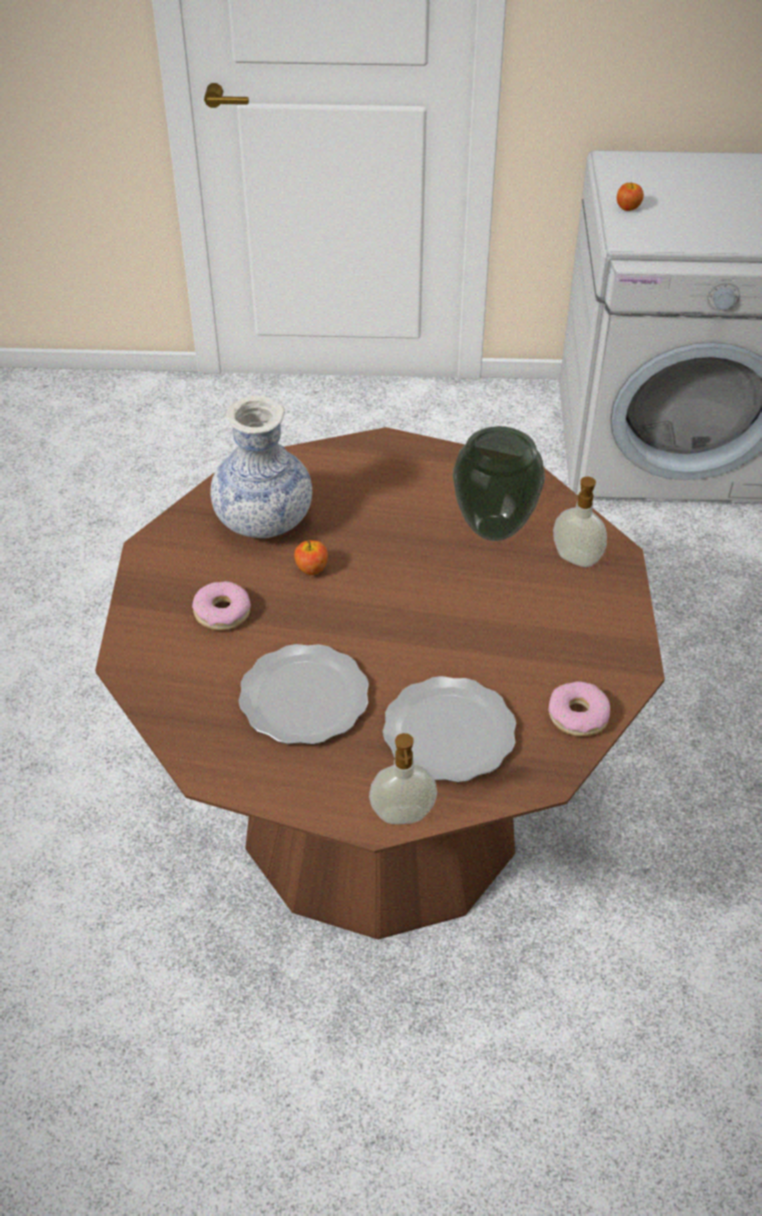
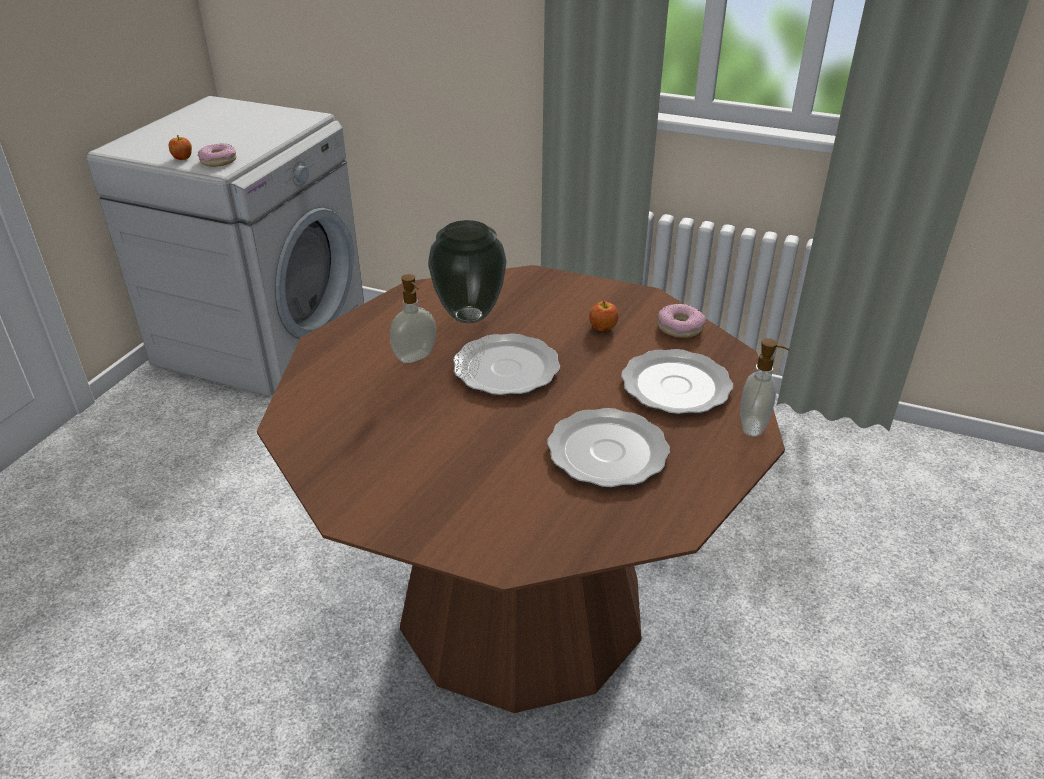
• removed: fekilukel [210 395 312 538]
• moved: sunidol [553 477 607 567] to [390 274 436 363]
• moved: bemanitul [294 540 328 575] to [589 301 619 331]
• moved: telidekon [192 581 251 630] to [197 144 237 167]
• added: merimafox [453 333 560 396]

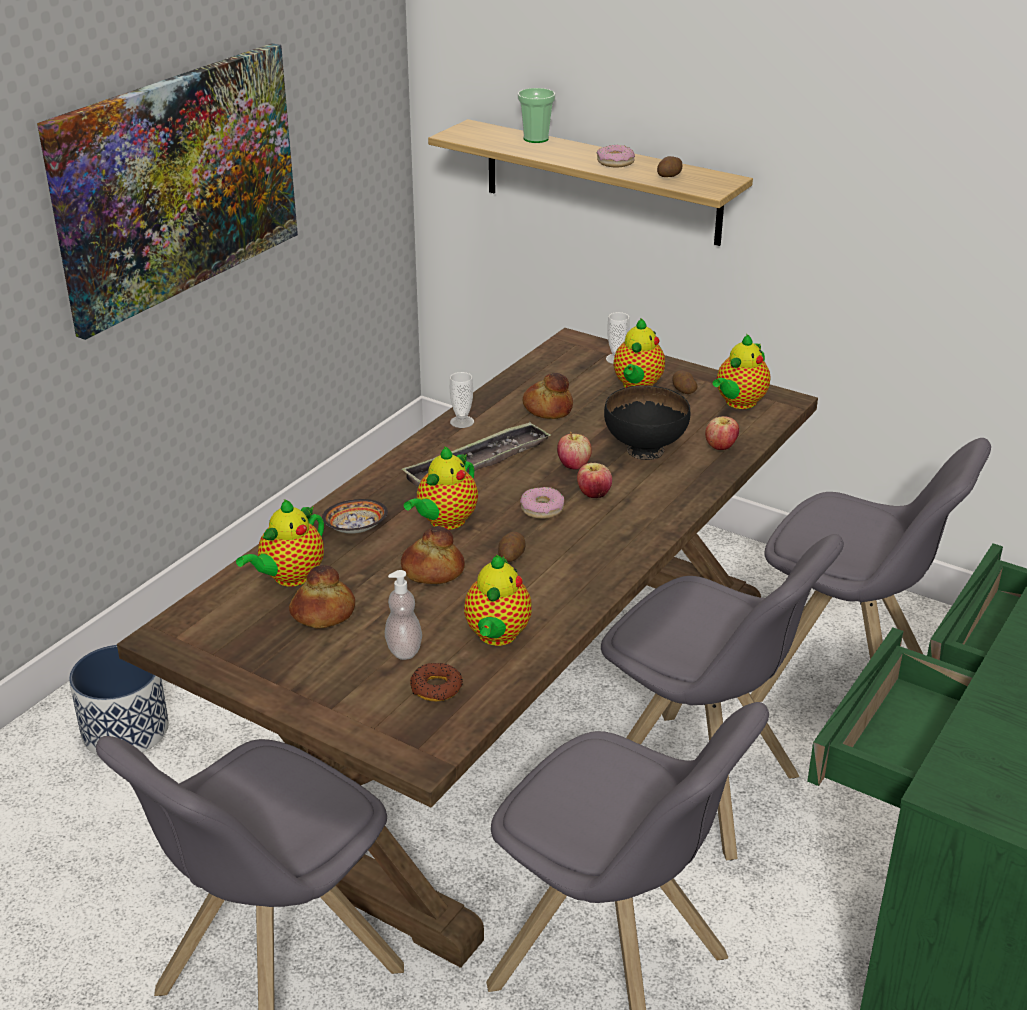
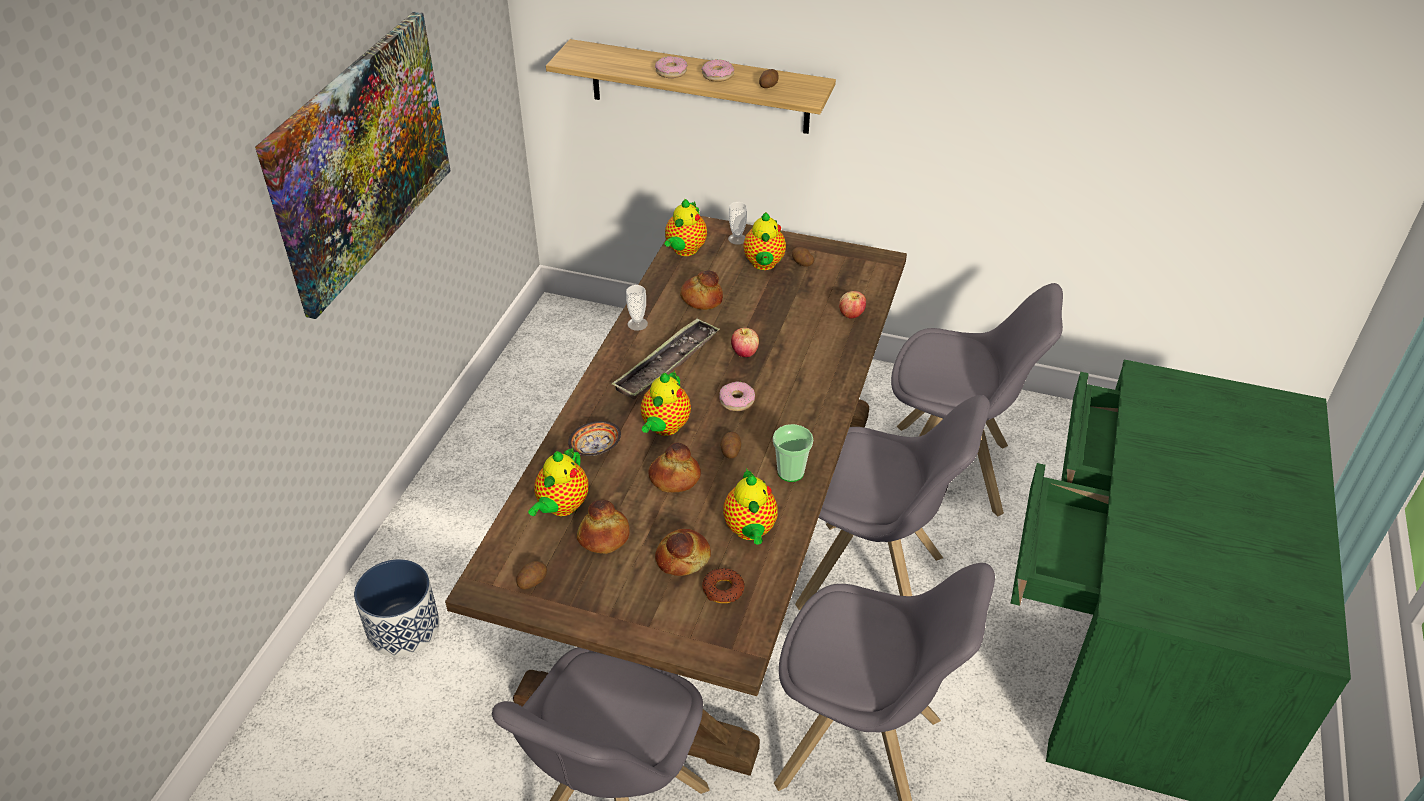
• moved: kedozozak [518 88 555 143] to [773 424 813 482]
• moved: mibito [713 334 770 409] to [664 199 707 256]
• removed: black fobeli [604 385 690 460]
• removed: bemanitul [577 463 612 498]
• replaced: sunidol [385 570 422 660] to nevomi [655 529 711 576]
• added: telidekon [655 56 687 78]
• added: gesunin [516 561 547 590]

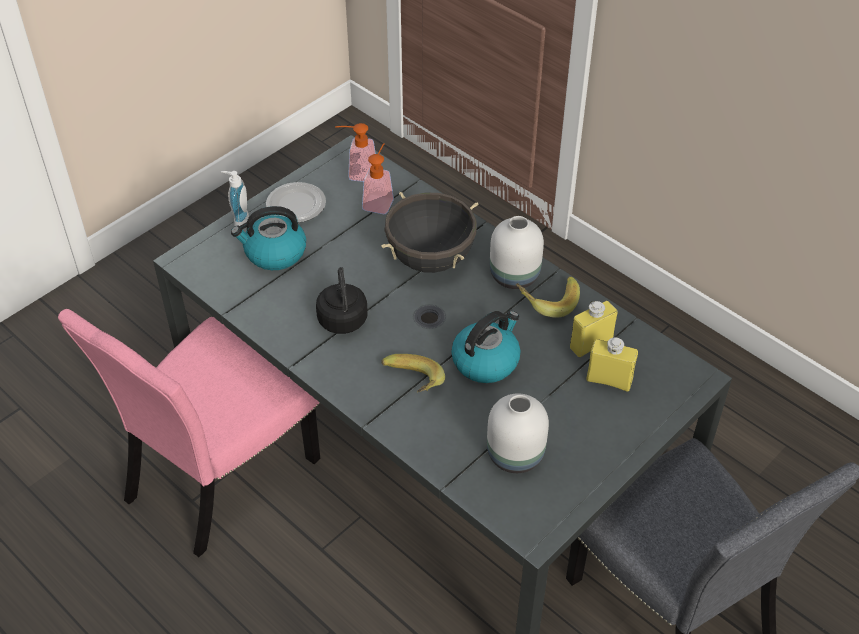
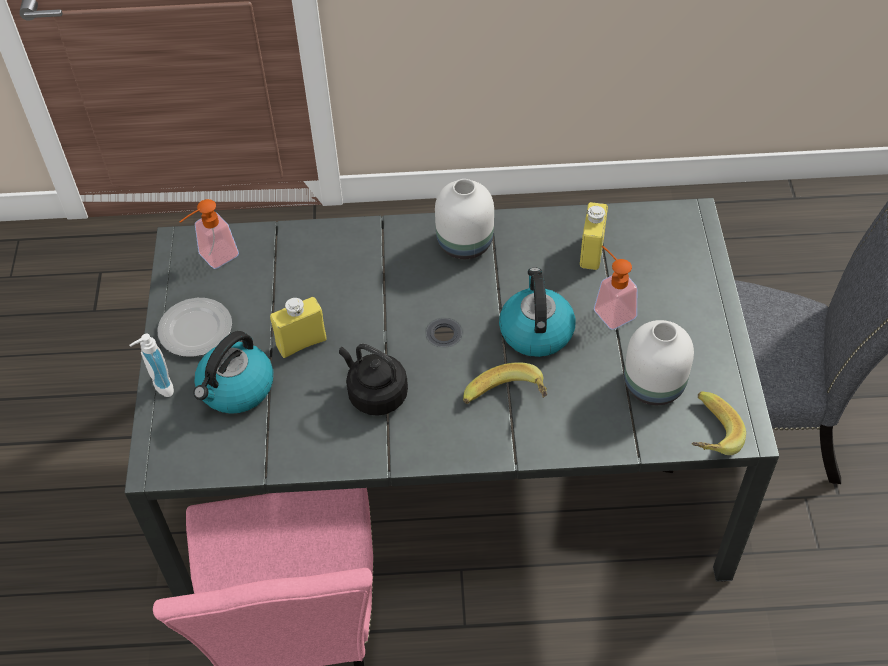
• moved: sunidol [362 143 394 214] to [594 246 637 330]
• removed: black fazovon [381 192 479 273]
• moved: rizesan [516 276 580 318] to [691 392 746 455]
• moved: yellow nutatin [586 337 638 392] to [270 297 327 358]

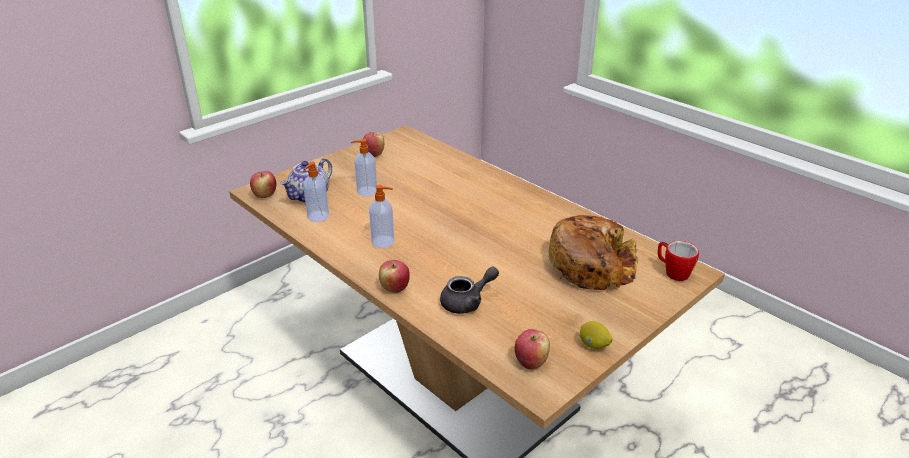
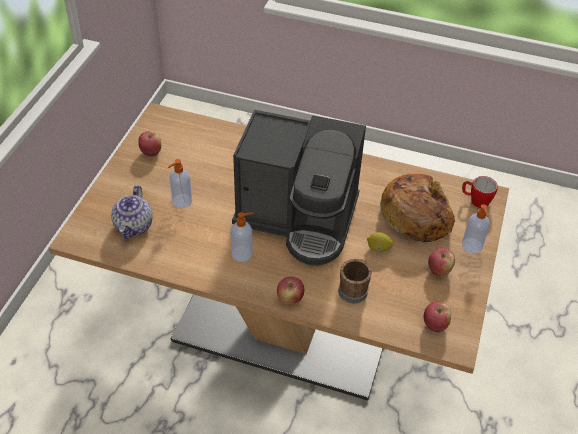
• moved: sunidol [303 162 329 222] to [462 204 490 253]
• moved: bemanitul [250 171 276 198] to [428 248 455 277]
• replaced: grey mibito [440 267 499 314] to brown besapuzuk [338 259 372 304]
• moved: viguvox [580 321 613 349] to [367 232 394 252]
• added: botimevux [232 110 366 266]

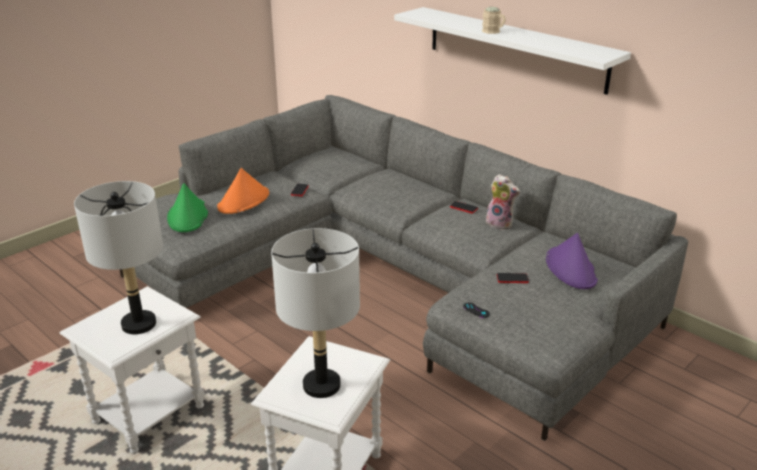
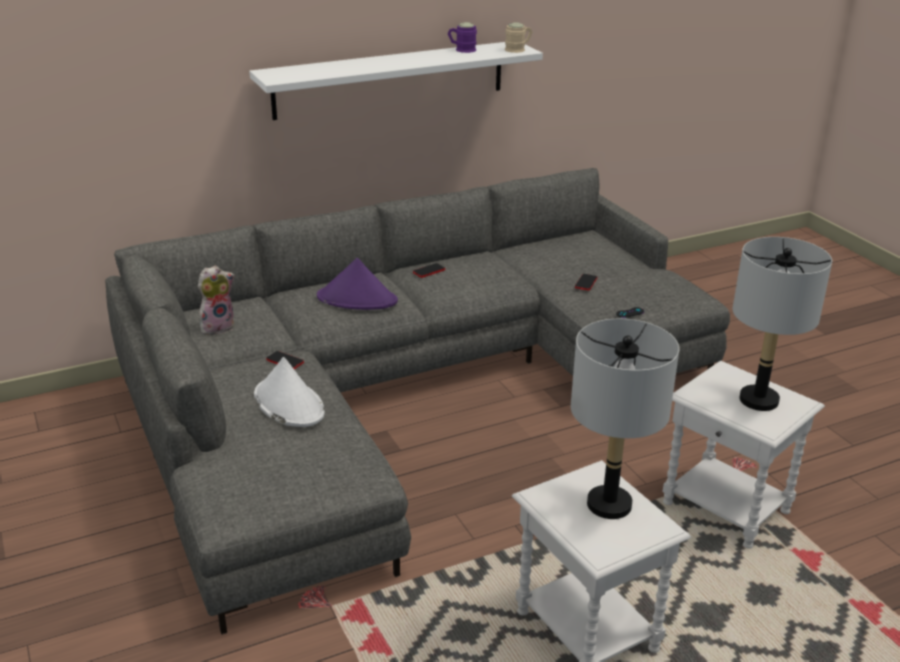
• moved: beige besapuzuk [482 7 506 34] to [505 22 533 53]
• recoloured: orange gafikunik [217 168 269 214] to white gafikunik [254 357 325 427]
• moved: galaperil [484 174 520 230] to [198 265 235 335]
• removed: green gafikunik [167 183 208 232]
• moved: purple gafikunik [546 233 598 289] to [317 258 398 310]
• added: purple besapuzuk [448 22 477 53]

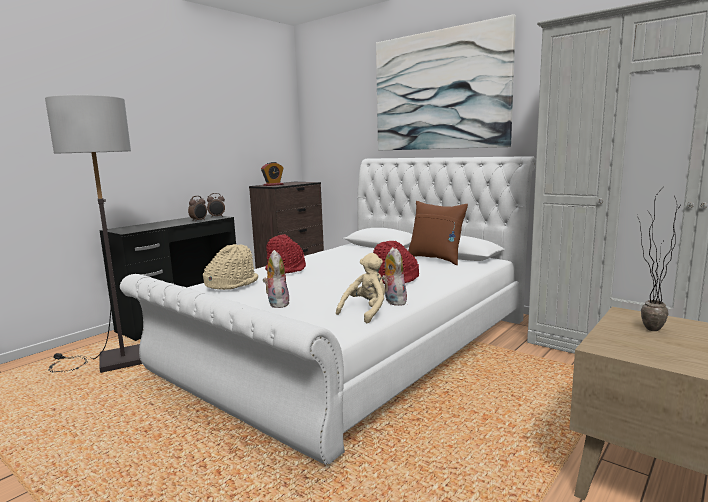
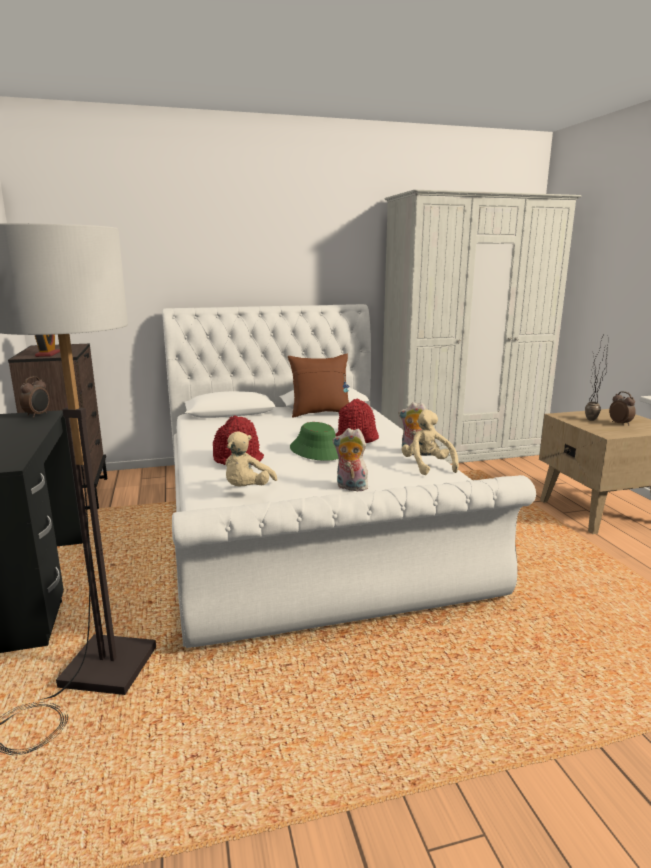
• removed: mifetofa [376 14 516 151]
• moved: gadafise [188 196 207 222] to [609 391 636 426]
• replaced: beige gafikunik [203 244 258 290] to beige galaperil [225 432 277 486]
• added: green gafikunik [290 422 338 461]

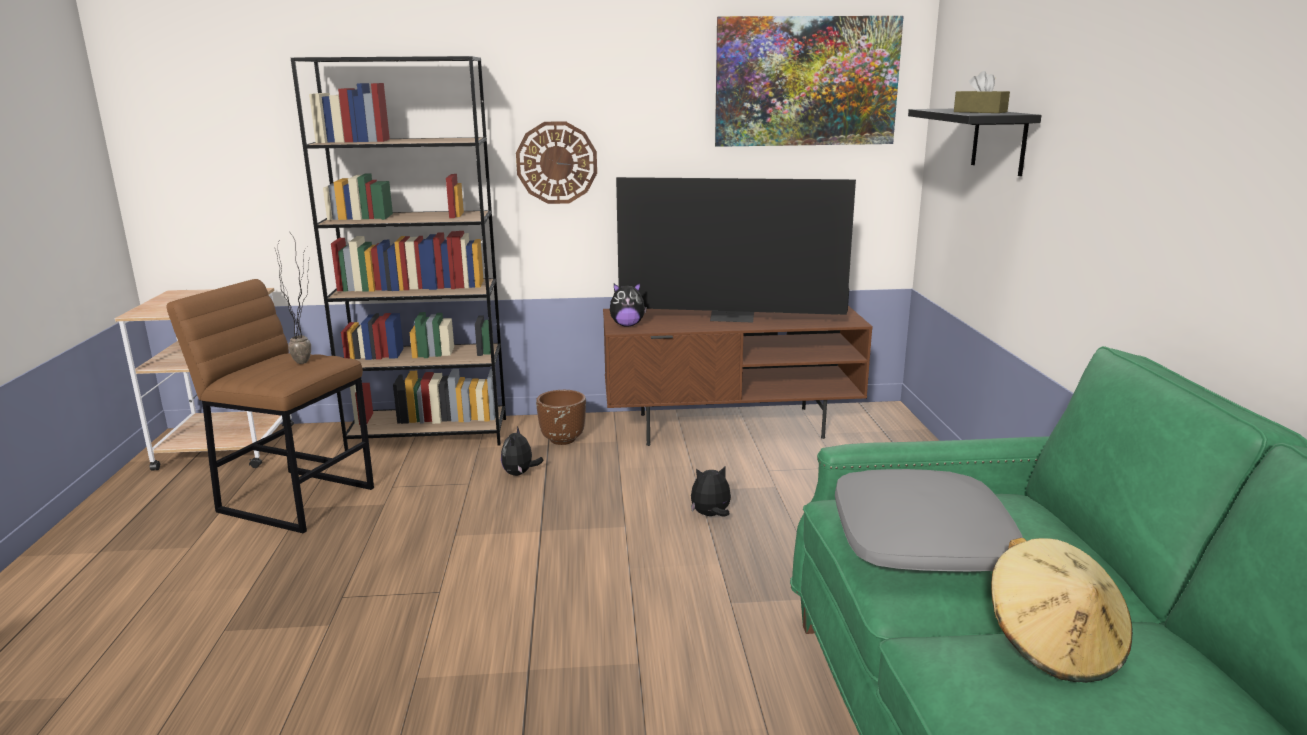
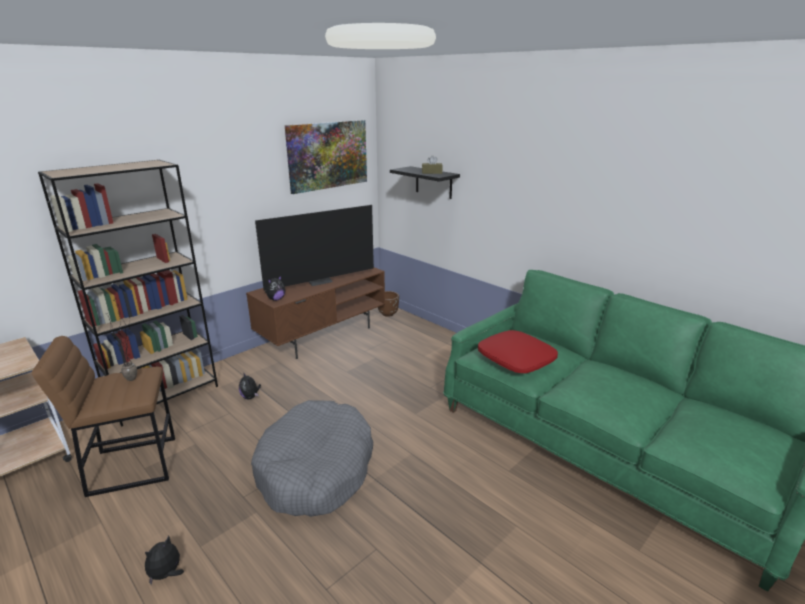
• removed: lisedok [516 121 597 204]
• moved: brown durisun [536 390 586 445] to [378 291 399 317]
• moved: galaperil [691 465 731 517] to [145 535 184 585]
• recoloured: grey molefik [835 469 1023 572] to red molefik [478 330 558 373]
• removed: beige gafikunik [991 538 1133 683]
• added: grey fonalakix [251 400 373 517]

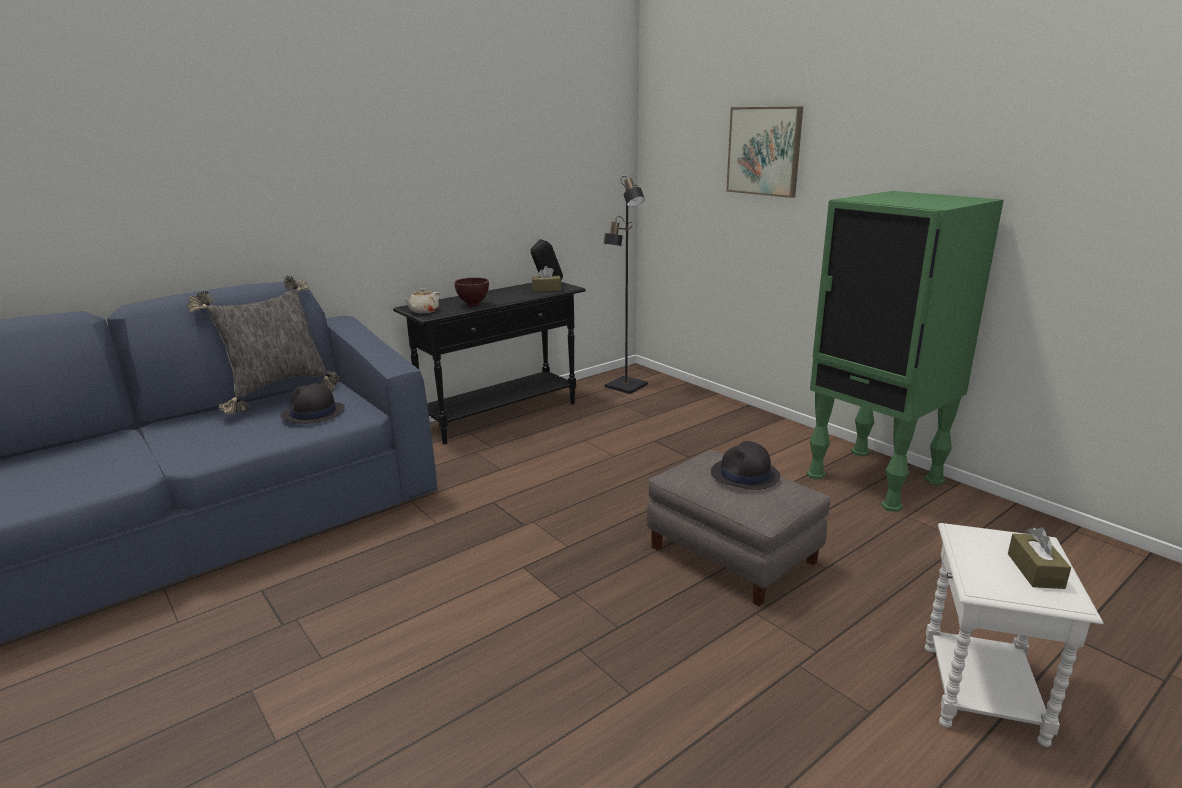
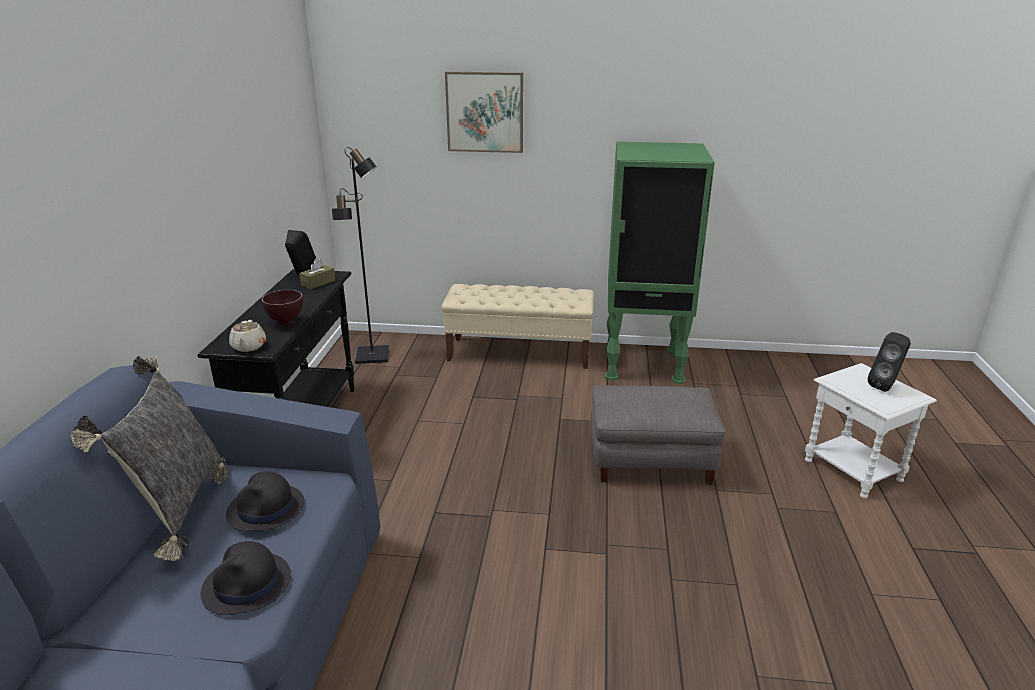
• moved: black gafikunik [711 441 780 490] to [201 541 291 615]
• replaced: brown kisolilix [1008 527 1071 589] to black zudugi [867 332 911 392]
• added: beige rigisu [441 284 594 369]

